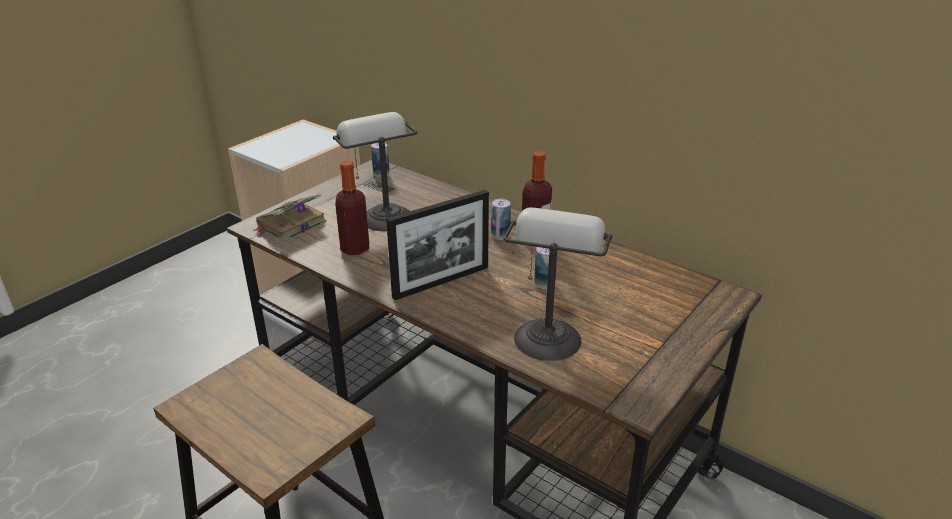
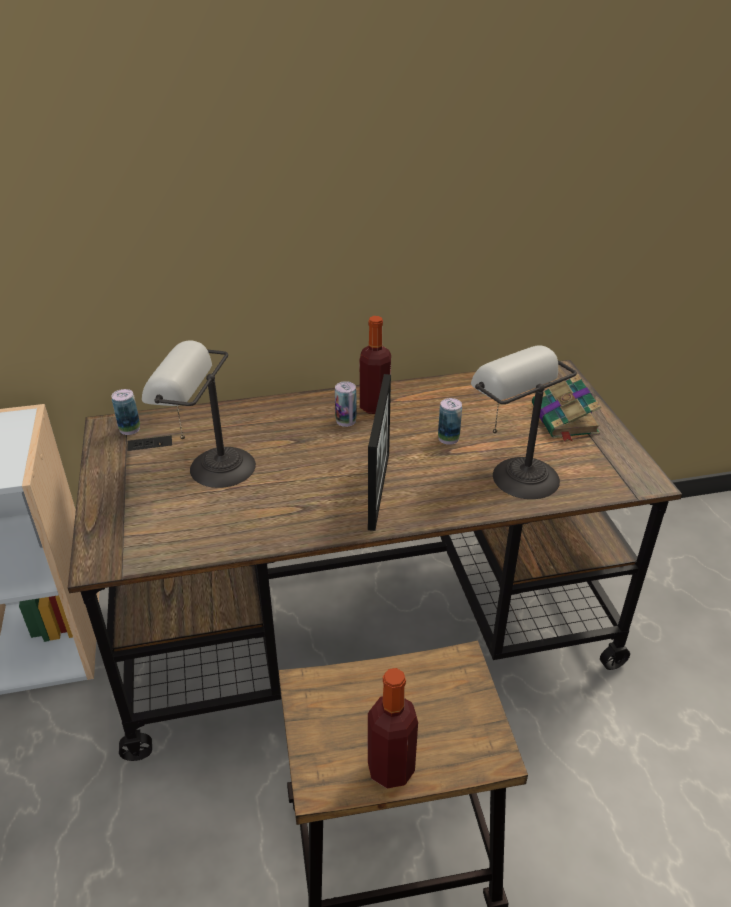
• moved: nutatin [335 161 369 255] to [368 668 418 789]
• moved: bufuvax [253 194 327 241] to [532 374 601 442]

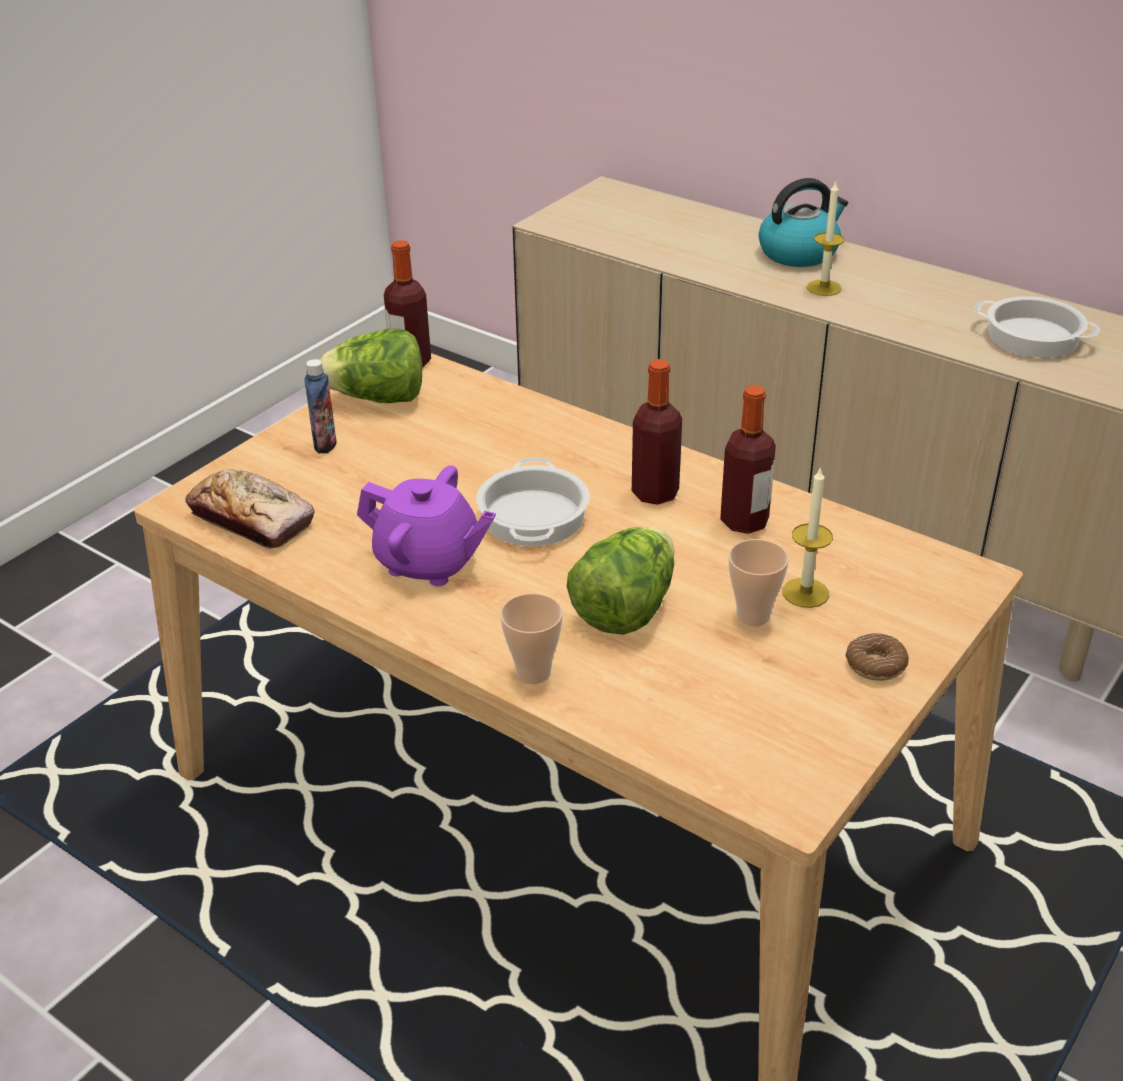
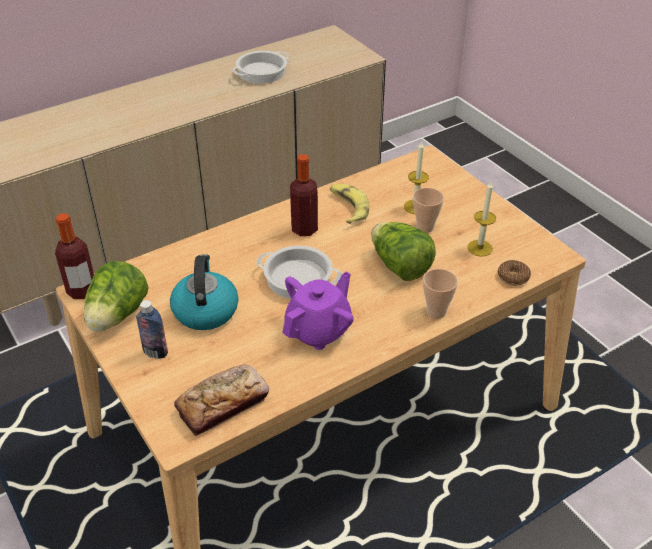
• moved: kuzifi [759 178 848 267] to [170 254 238 330]
• moved: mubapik [807 180 845 296] to [467 182 496 257]
• replaced: nutatin [720 385 776 534] to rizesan [330 184 369 224]
• moved: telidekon [846 633 909 681] to [498 260 531 286]

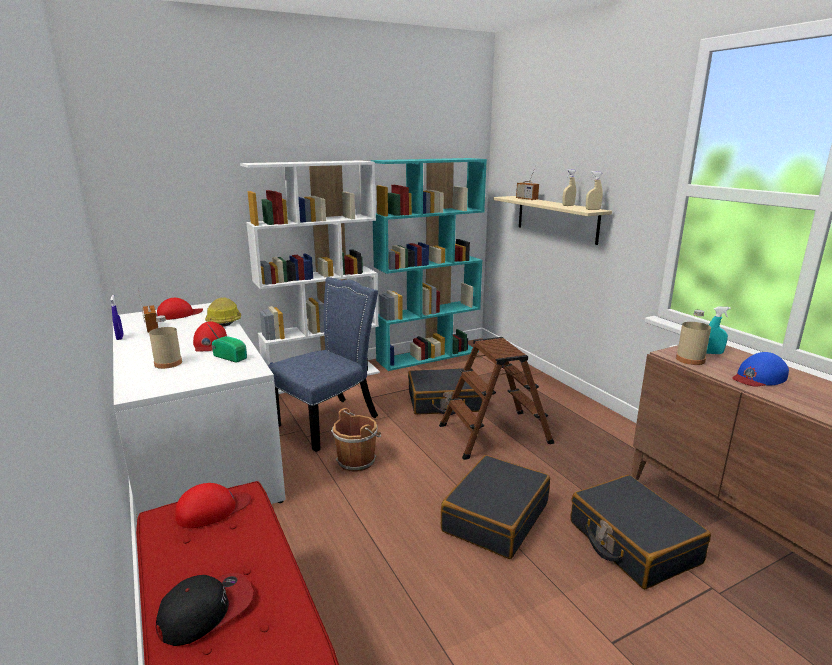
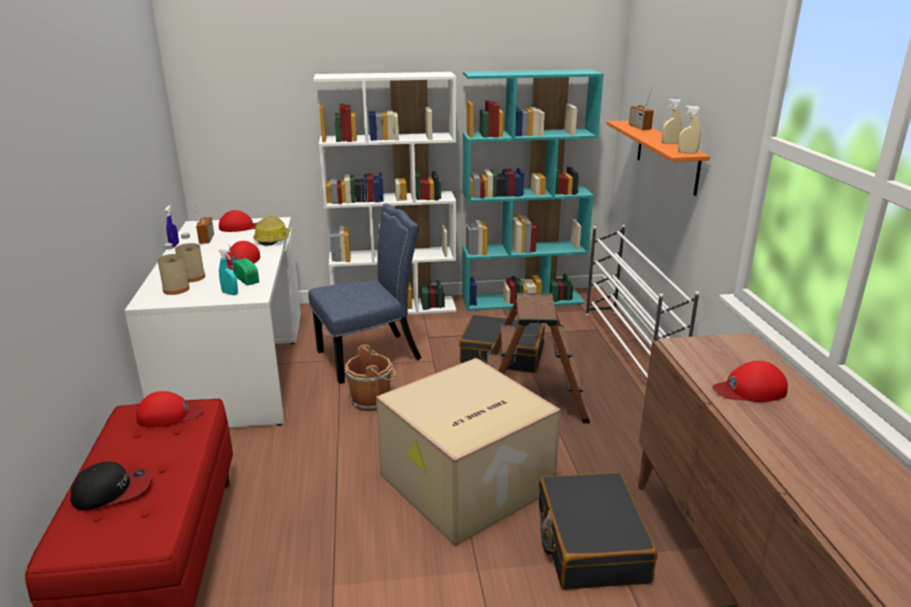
• recoloured: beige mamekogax [493 196 612 245] to orange mamekogax [606 120 710 196]
• moved: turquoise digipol [706 307 731 354] to [218 248 238 295]
• moved: beige nutatin [676 310 711 365] to [158 243 190 295]
• recoloured: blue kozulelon [732 352 789 387] to red kozulelon [712 361 788 402]
• replaced: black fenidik [441 455 550 559] to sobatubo [376 358 561 546]
• added: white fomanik [586 225 699 378]

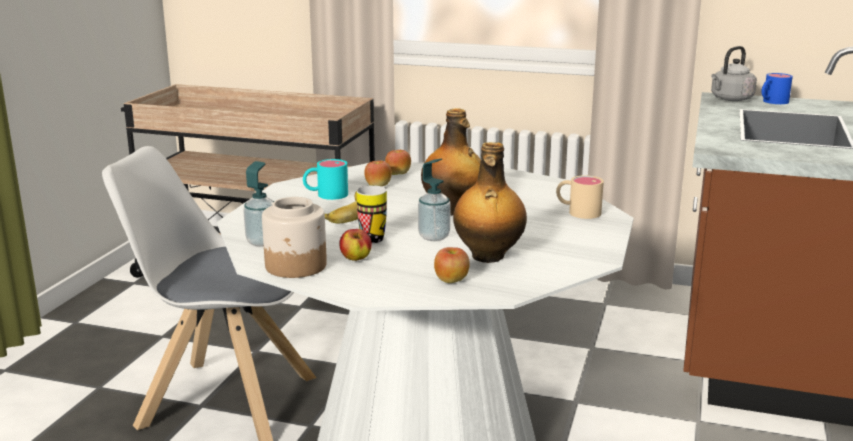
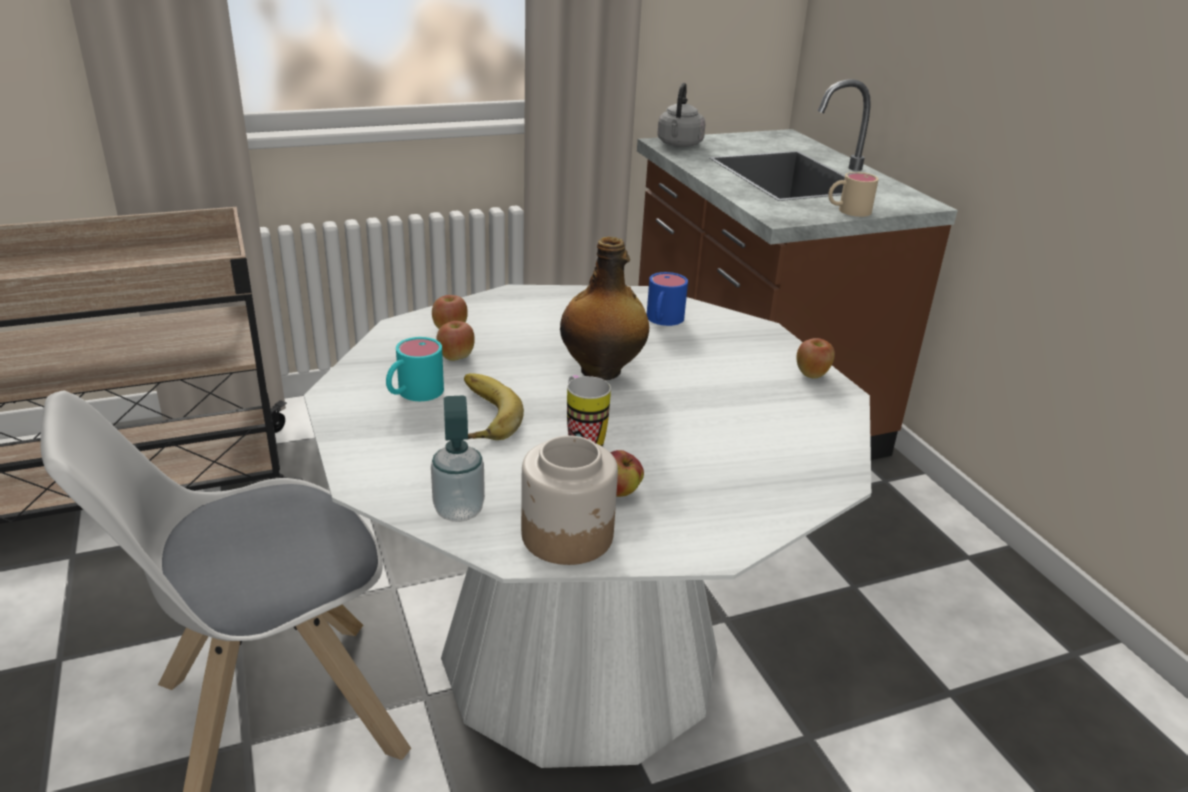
• moved: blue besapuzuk [762 73 793 104] to [647 272 688 326]
• removed: nutatin [453 142 527 263]
• removed: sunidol [418 158 451 241]
• moved: beige besapuzuk [556 175 604 219] to [828 172 879 217]
• moved: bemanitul [434 247 470 283] to [796 338 835 378]

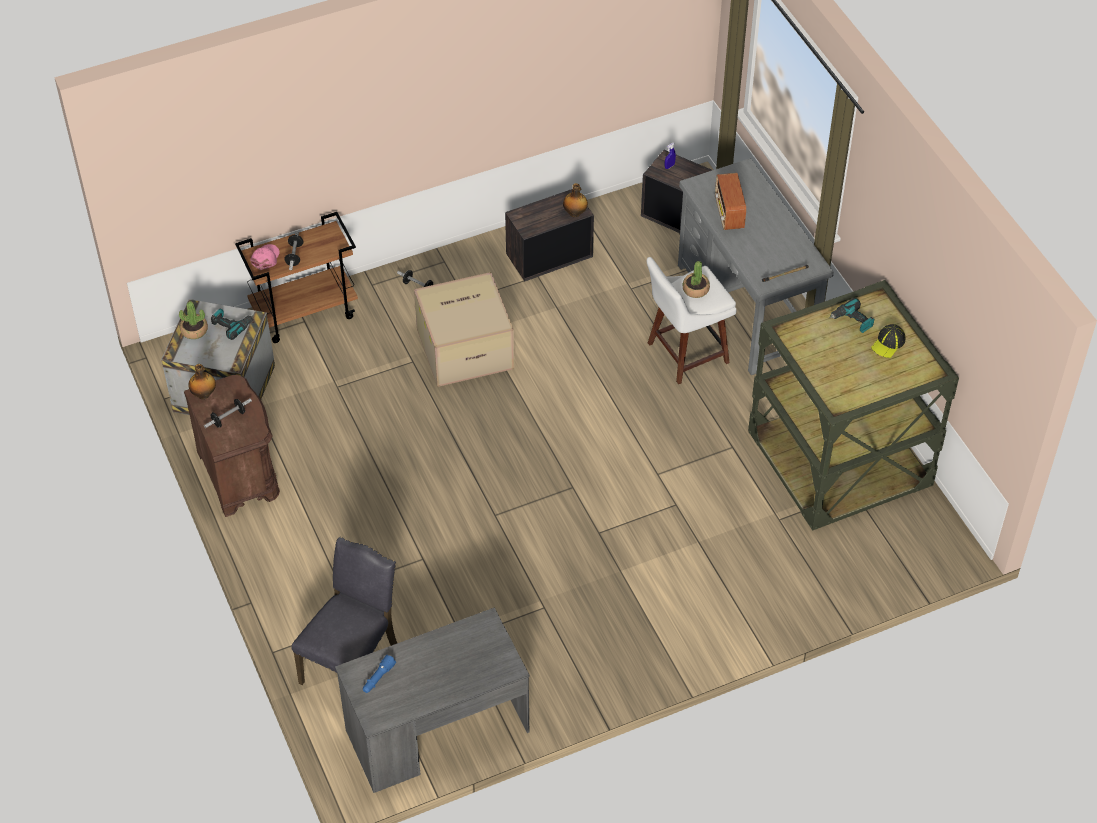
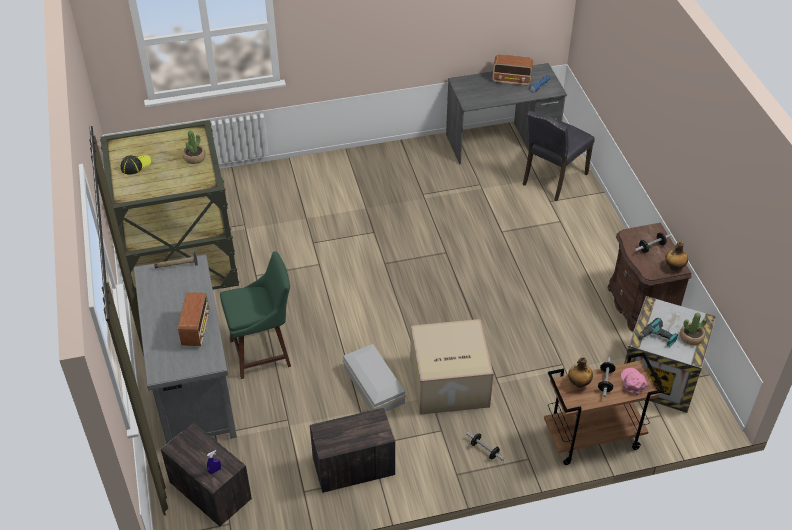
• moved: nutatin [563 183 588 217] to [568 357 593 388]
• turned: pink kozulelon [250 244 280 270] = [621 368 648 395] 150 degrees clockwise
• recoloured: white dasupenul [647 257 736 384] to green dasupenul [220 251 291 379]
• moved: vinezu [682 261 710 298] to [183 130 206 164]
• removed: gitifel [829 298 874 333]
• added: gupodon [492 55 533 86]
• added: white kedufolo [342 344 406 412]

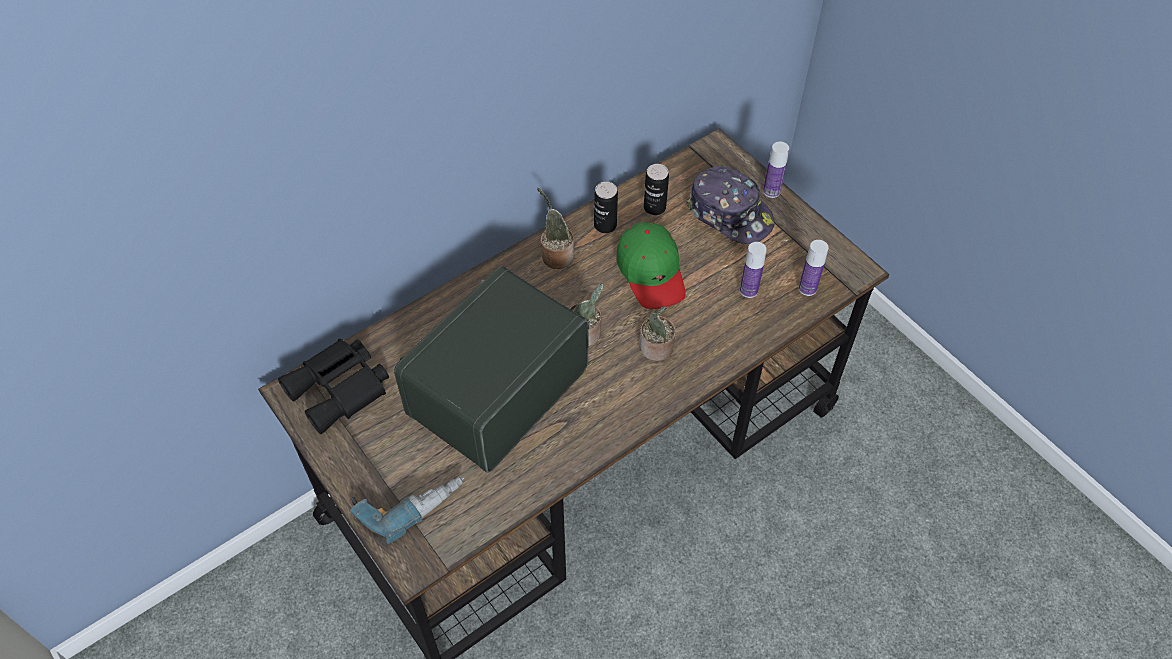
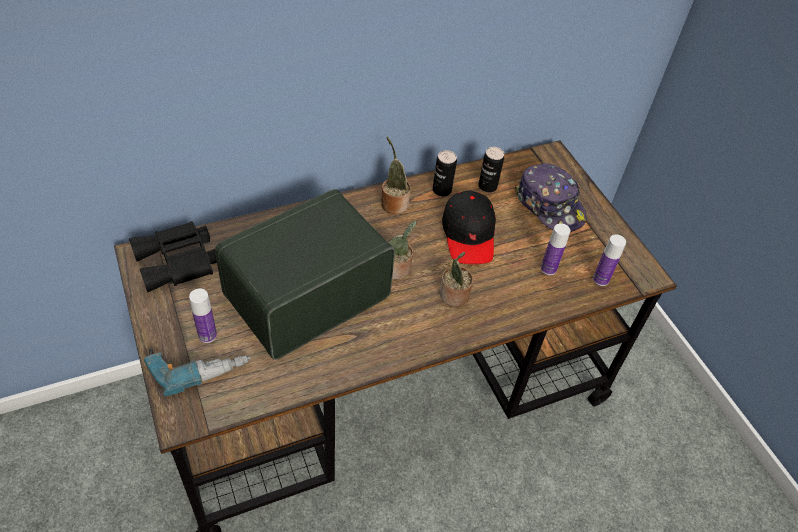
• moved: nutatin [763 142 789 198] to [189 288 217 343]
• recoloured: green kozulelon [617 222 686 309] to black kozulelon [442 190 496 264]

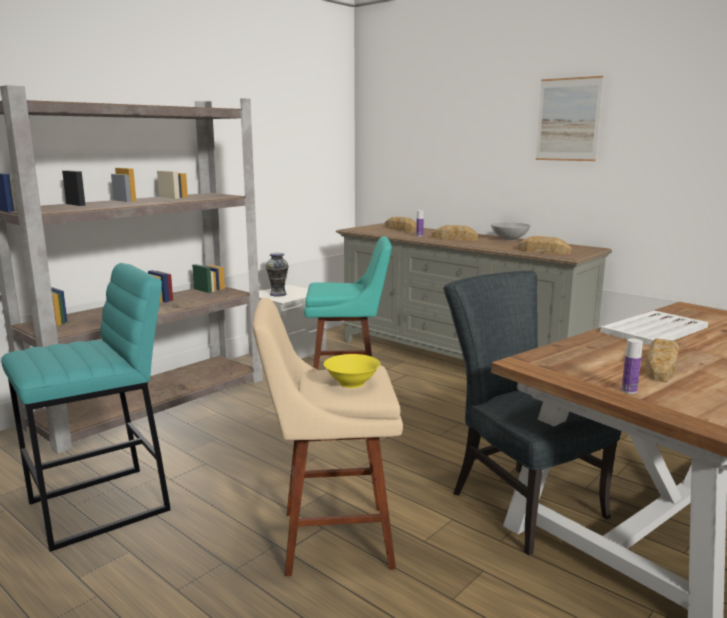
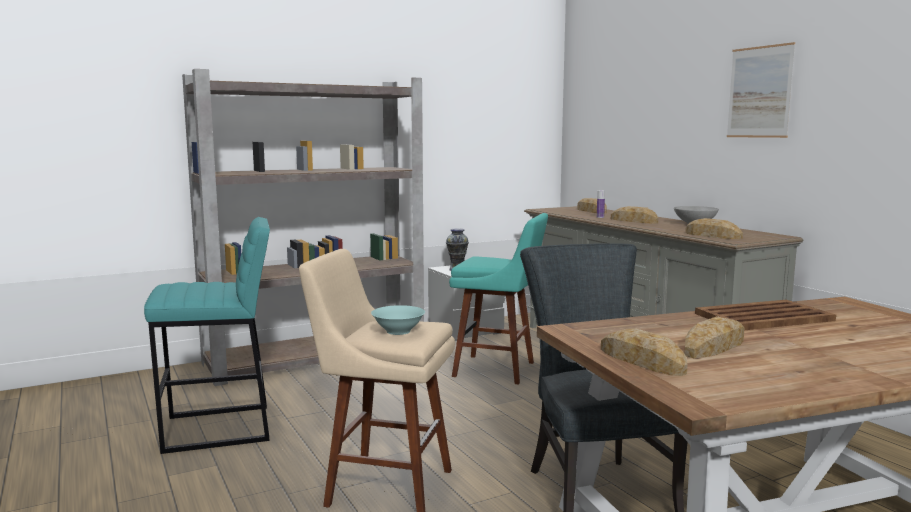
• recoloured: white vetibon [600 311 708 345] to brown vetibon [695 300 836 330]
• replaced: nutatin [621 338 643 394] to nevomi [601 328 688 376]
• recoloured: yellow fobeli [323 354 381 388] to turquoise fobeli [371 305 425 335]

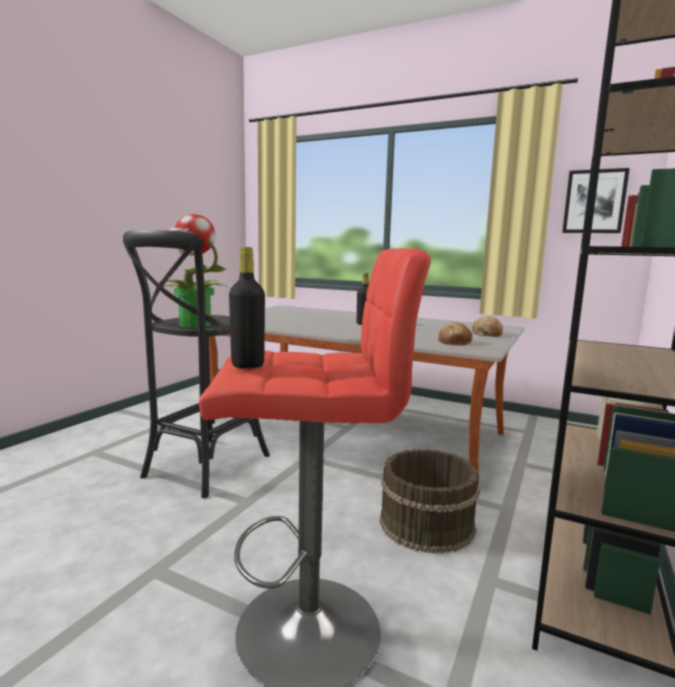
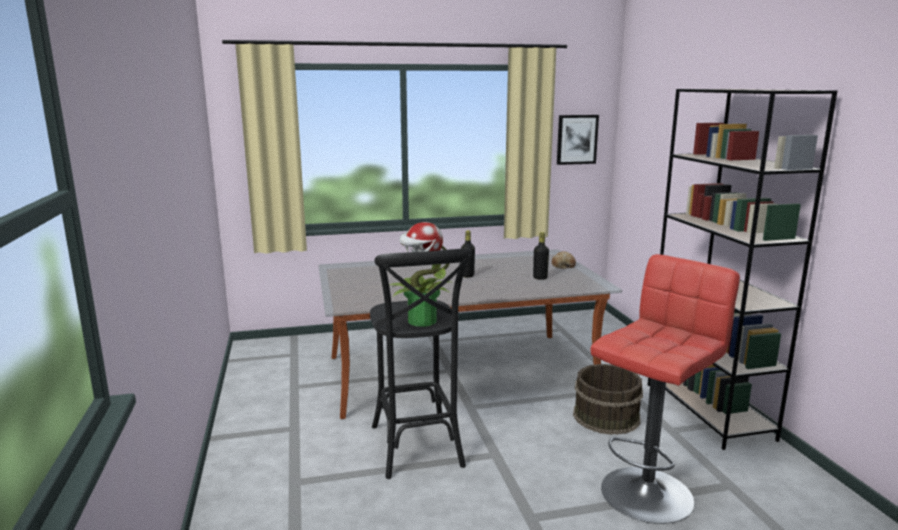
• moved: black nutatin [229 247 265 369] to [533 232 549 280]
• removed: nevomi [438 322 473 345]

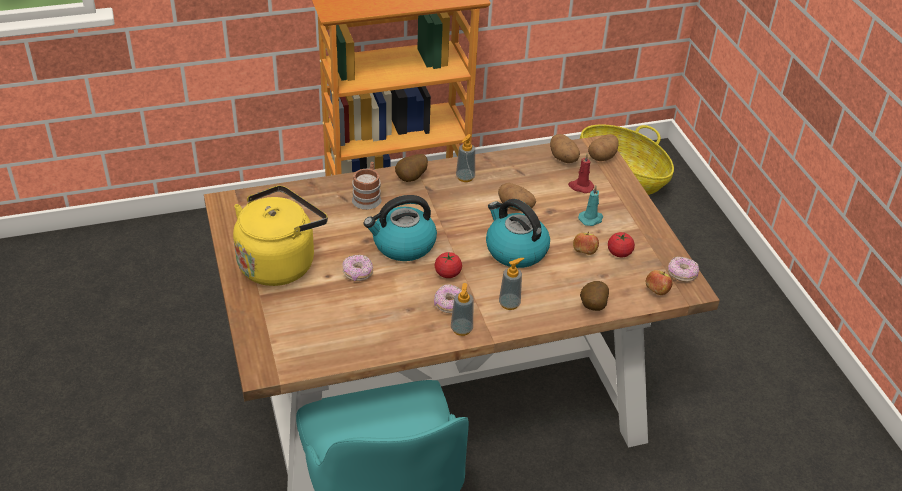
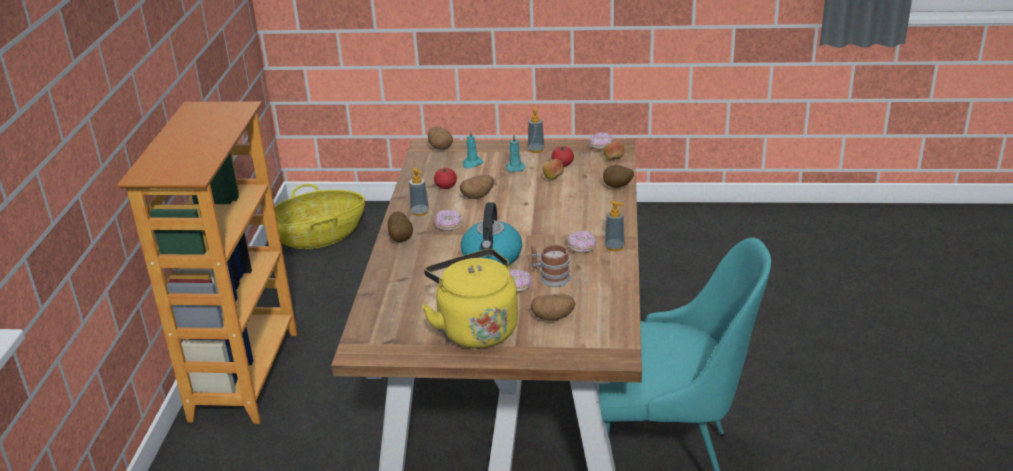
• moved: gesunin [550 134 580 163] to [531 294 576 321]
• recoloured: red mubapik [568 154 594 193] to turquoise mubapik [463 130 483 169]
• moved: besapuzuk [352 162 382 210] to [531 244 571 287]
• removed: kuzifi [486 199 550 268]
• moved: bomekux [435 252 462 278] to [434 168 457 189]
• moved: sunidol [499 258 524 310] to [528 106 545 153]
• added: telidekon [435 210 462 231]

